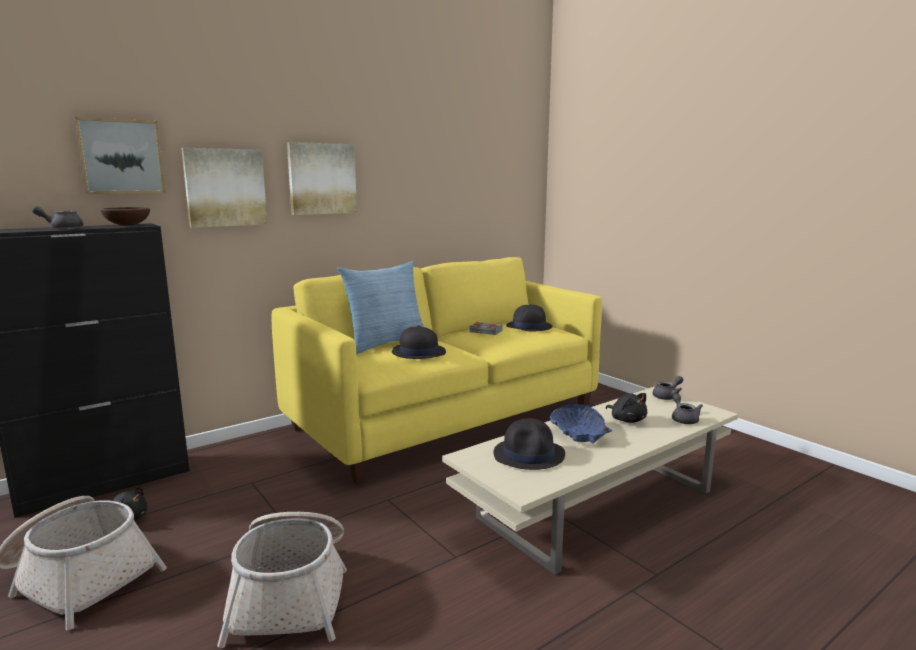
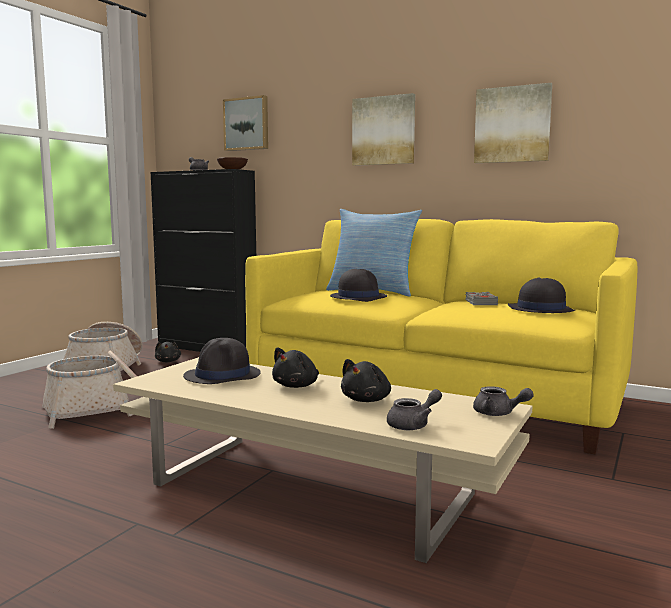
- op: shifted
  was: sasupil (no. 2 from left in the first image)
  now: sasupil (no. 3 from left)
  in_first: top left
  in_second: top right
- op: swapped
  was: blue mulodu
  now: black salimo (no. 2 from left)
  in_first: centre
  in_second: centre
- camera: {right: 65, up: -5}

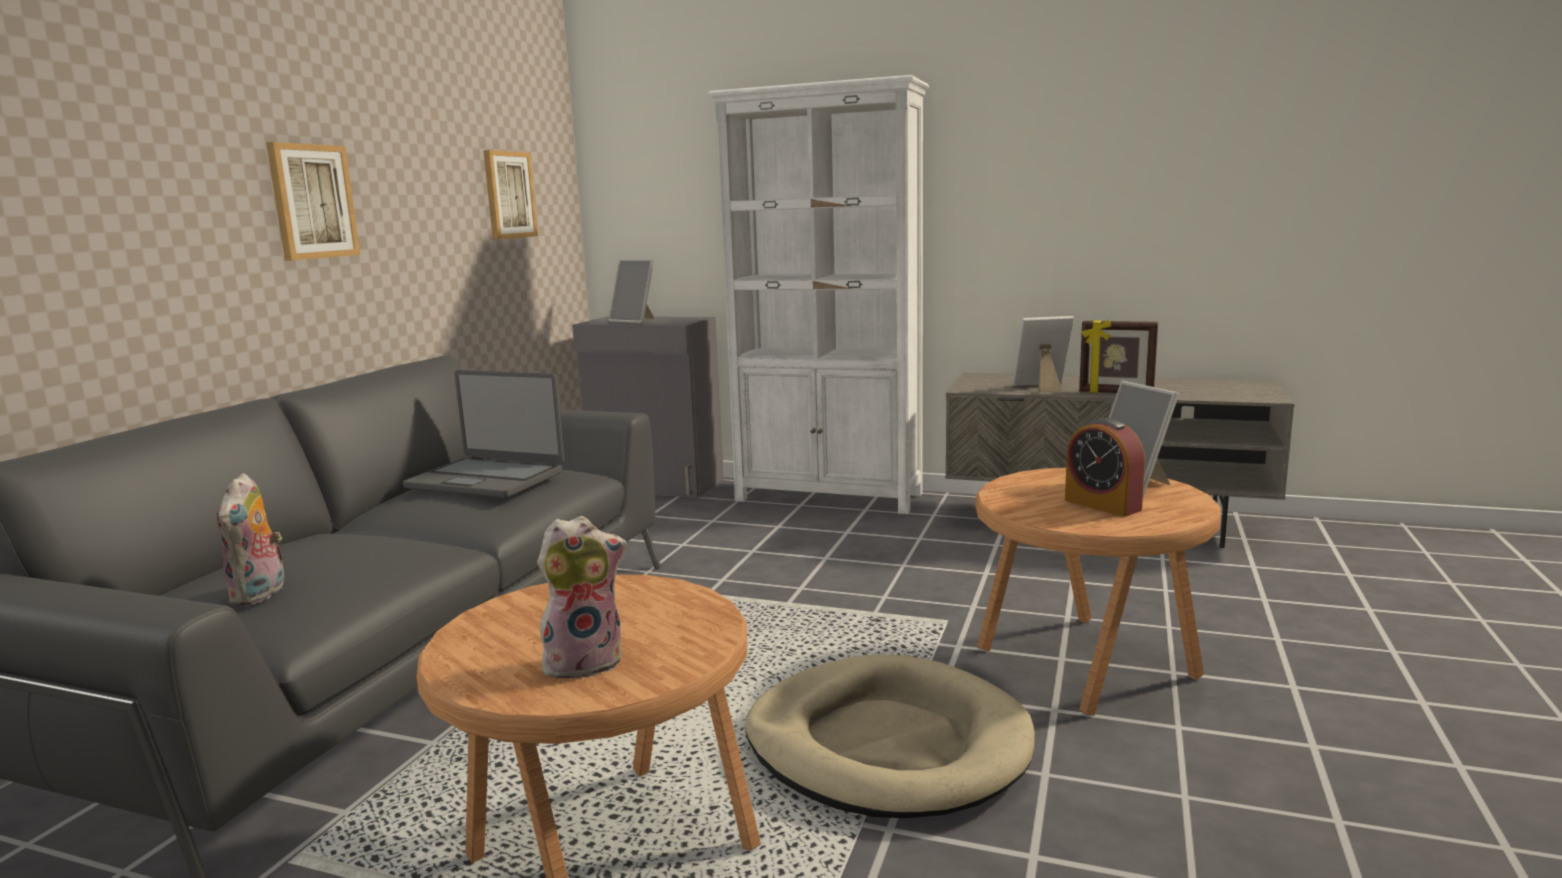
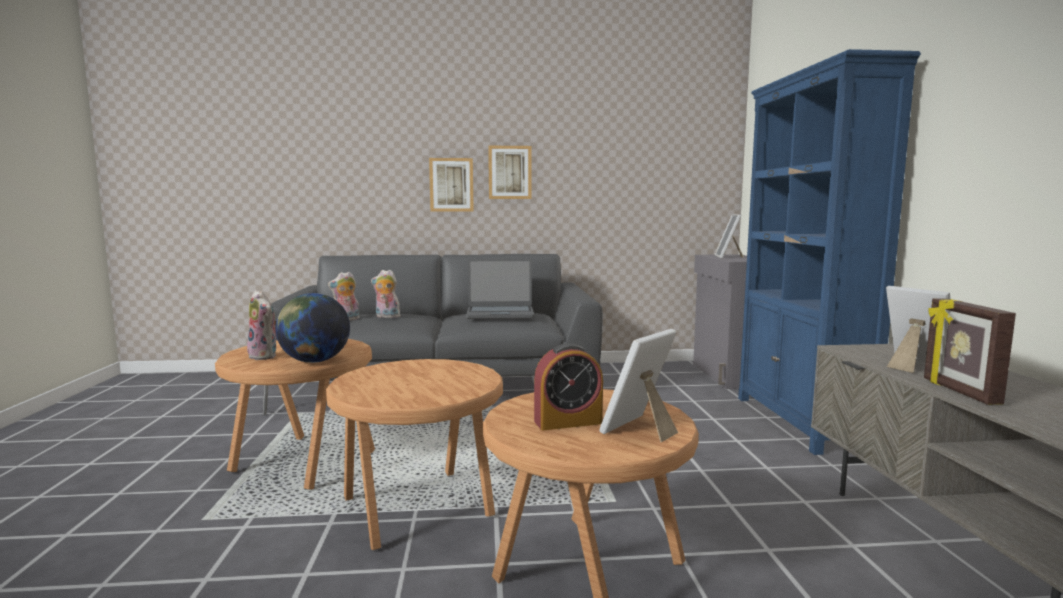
- op: rotated
  was: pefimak
  in_first: middle left
  in_second: centre
  clockwise: -90
- op: shifted
  was: sasupil (no. 2 from left in the first image)
  now: sasupil (no. 1 from left)
  in_first: top left
  in_second: top centre
- op: repainted
  was: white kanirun
  now: blue kanirun
  in_first: centre
  in_second: middle right
- op: swapped
  was: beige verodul
  now: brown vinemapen (no. 2 from left)
  in_first: bottom centre
  in_second: bottom centre
- op: rotated
  was: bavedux
  in_first: middle right
  in_second: centre
  clockwise: -135
- op: new
  now: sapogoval
  in_second: middle left
- op: new
  now: salimo (no. 3 from left)
  in_second: centre
- camera: {right: 65, up: -5}

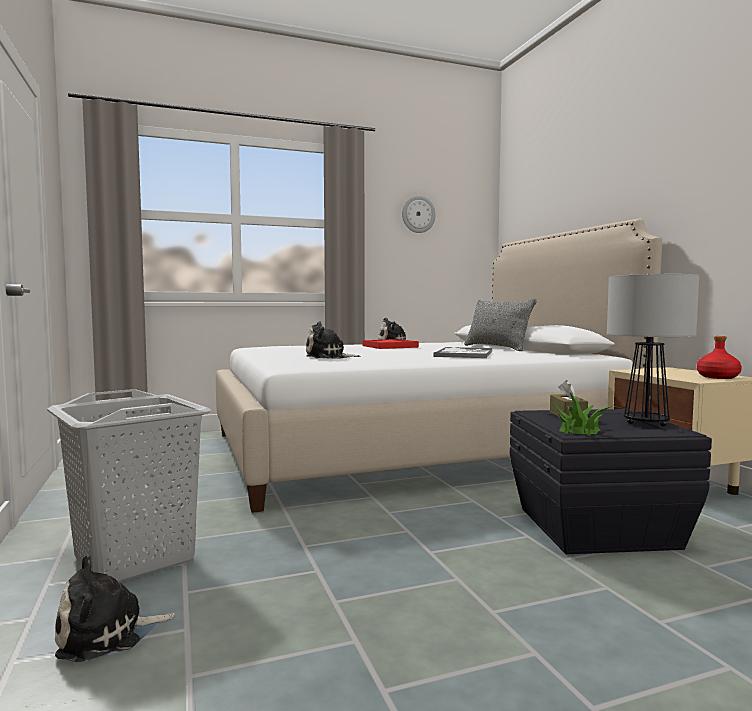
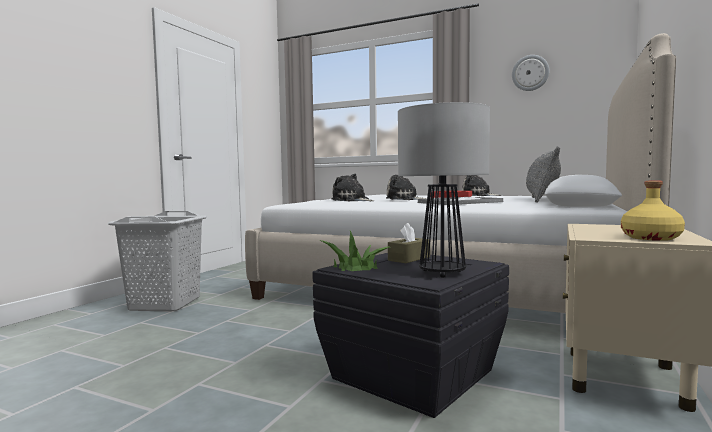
- op: shifted
  was: salimo (no. 1 from left in the first image)
  now: salimo (no. 2 from left)
  in_first: bottom left
  in_second: centre
- op: repainted
  was: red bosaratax
  now: yellow bosaratax
  in_first: middle right
  in_second: middle right
- camera: {right: 45, up: 0}

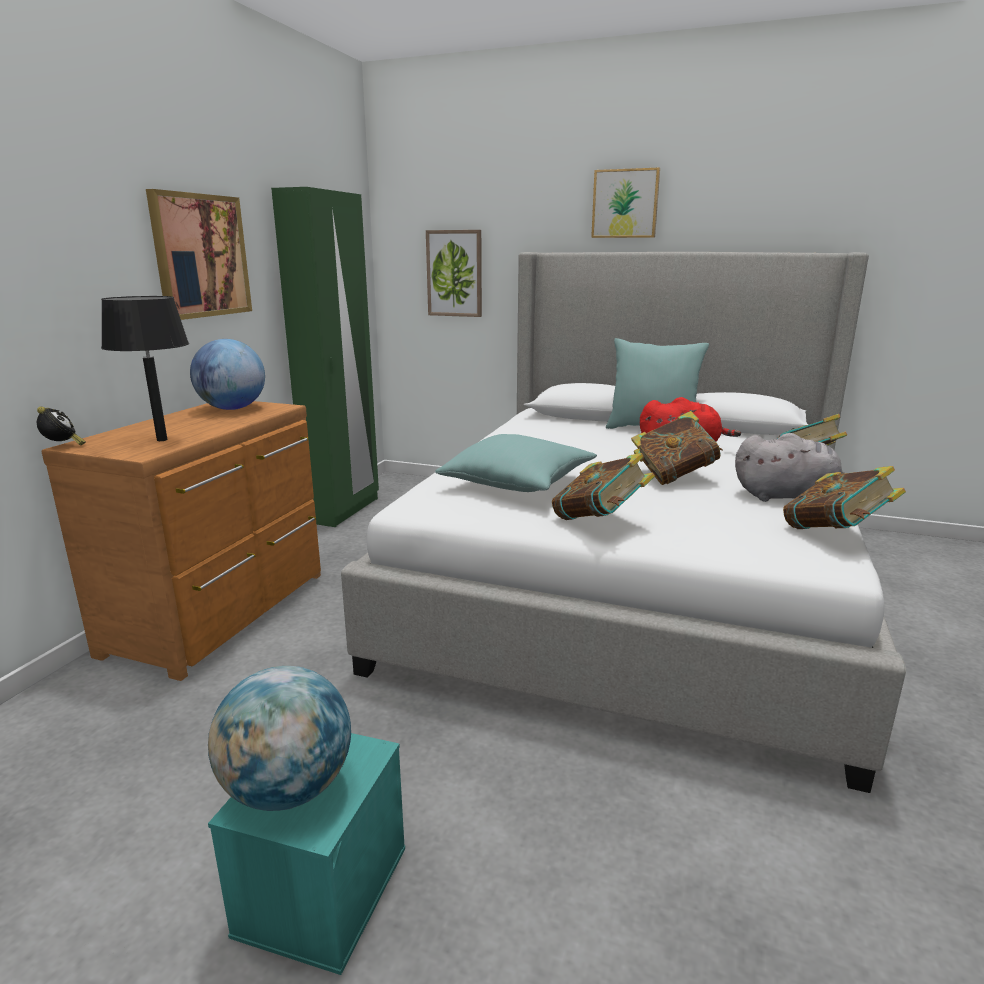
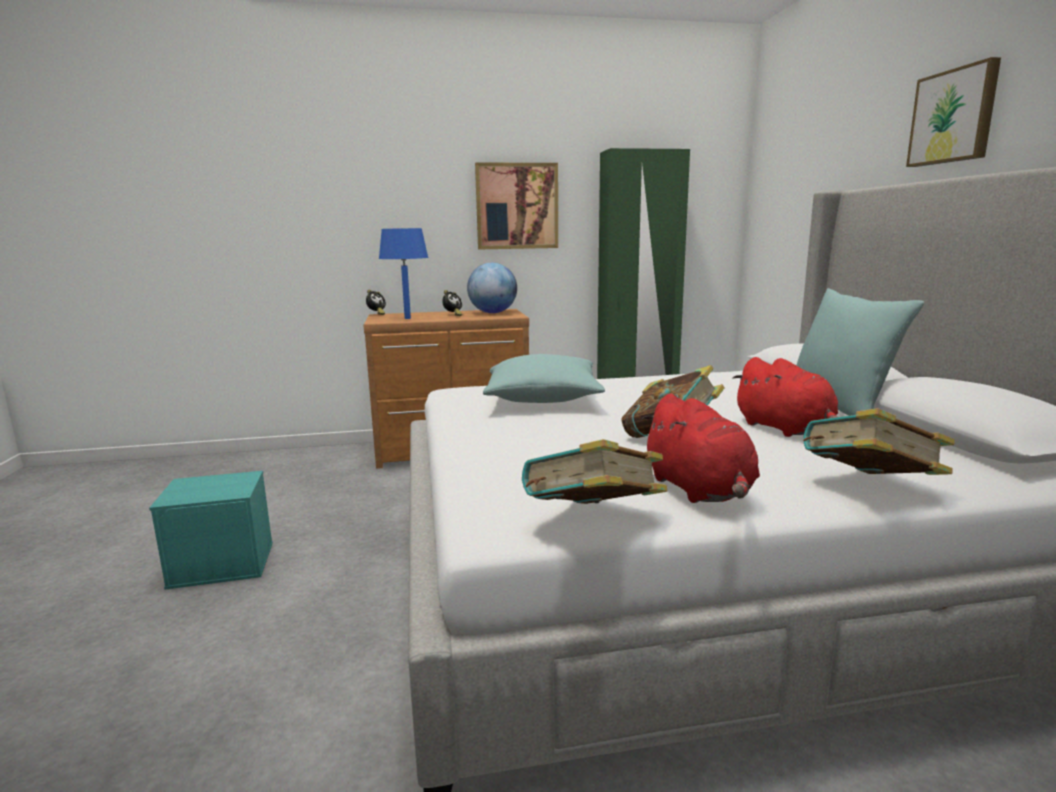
- op: repainted
  was: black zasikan
  now: blue zasikan
  in_first: middle left
  in_second: centre
- op: gone
  was: sapogoval (no. 2 from left)
  in_first: bottom left
- op: gone
  was: sasupil (no. 2 from left)
  in_first: top centre
- op: gone
  was: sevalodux (no. 1 from left)
  in_first: centre
- op: repainted
  was: grey salimo
  now: red salimo (no. 1 from left)
  in_first: middle right
  in_second: centre
- op: new
  now: bavedux (no. 2 from left)
  in_second: centre
- camera: {right: 60, up: -5}

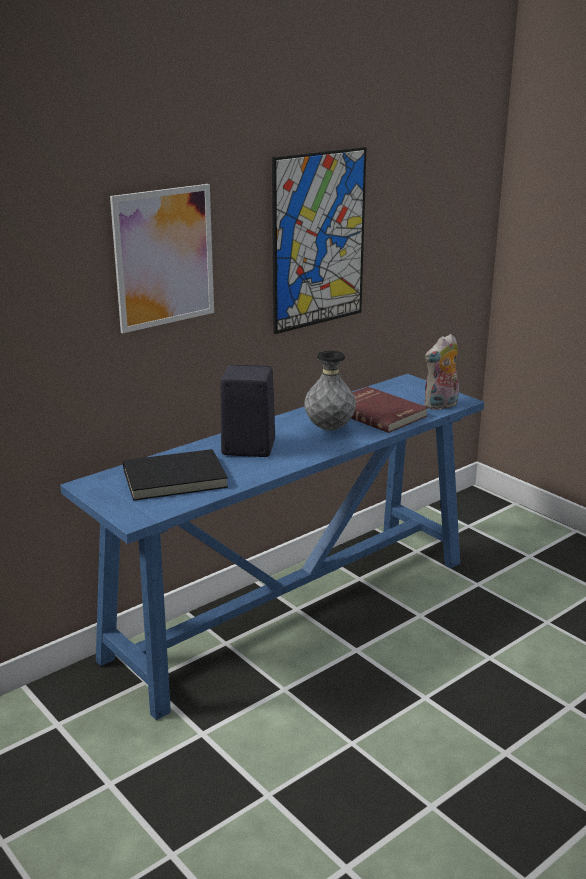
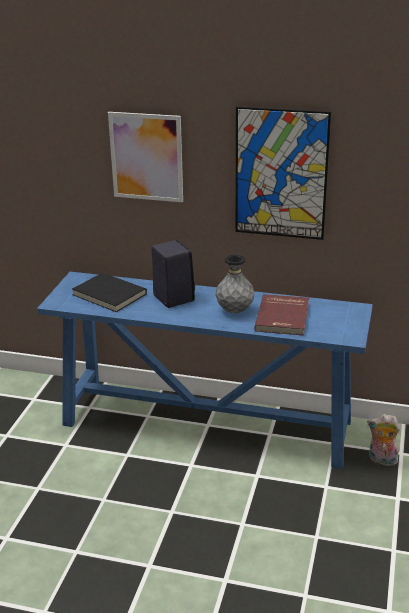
- op: shifted
  was: salimo
  in_first: middle right
  in_second: bottom right
- camera: {right: 55, up: 5}

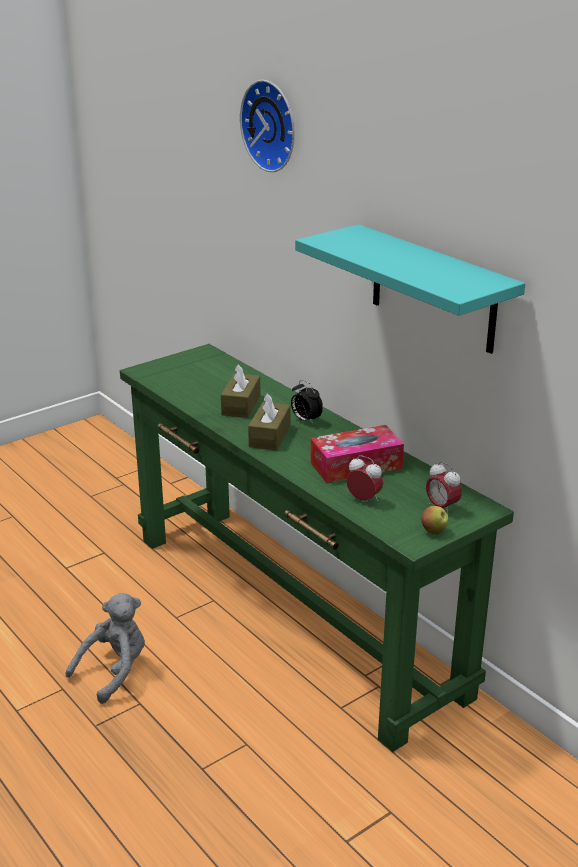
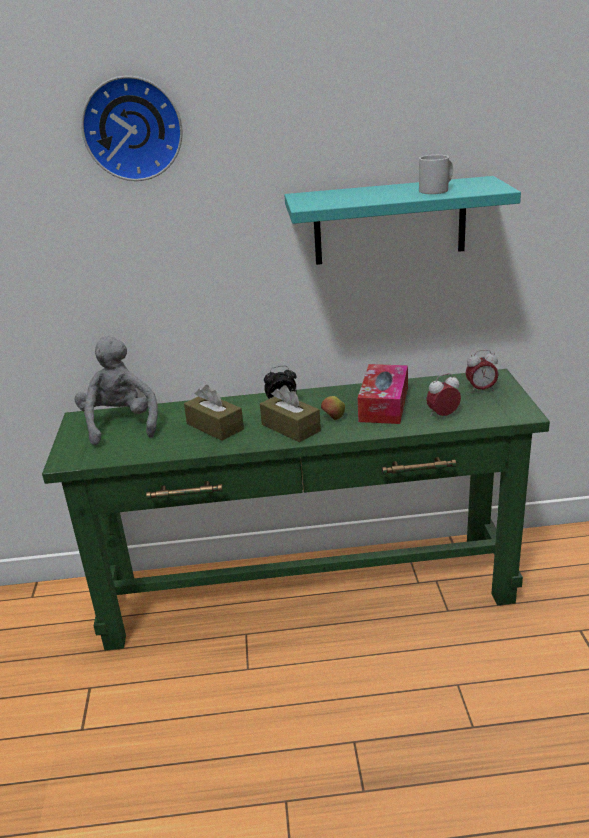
- op: shifted
  was: grey salimo
  in_first: bottom left
  in_second: middle left
- op: shifted
  was: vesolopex
  in_first: middle right
  in_second: centre
- op: new
  now: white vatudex
  in_second: top right
- camera: {right: -55, up: 0}

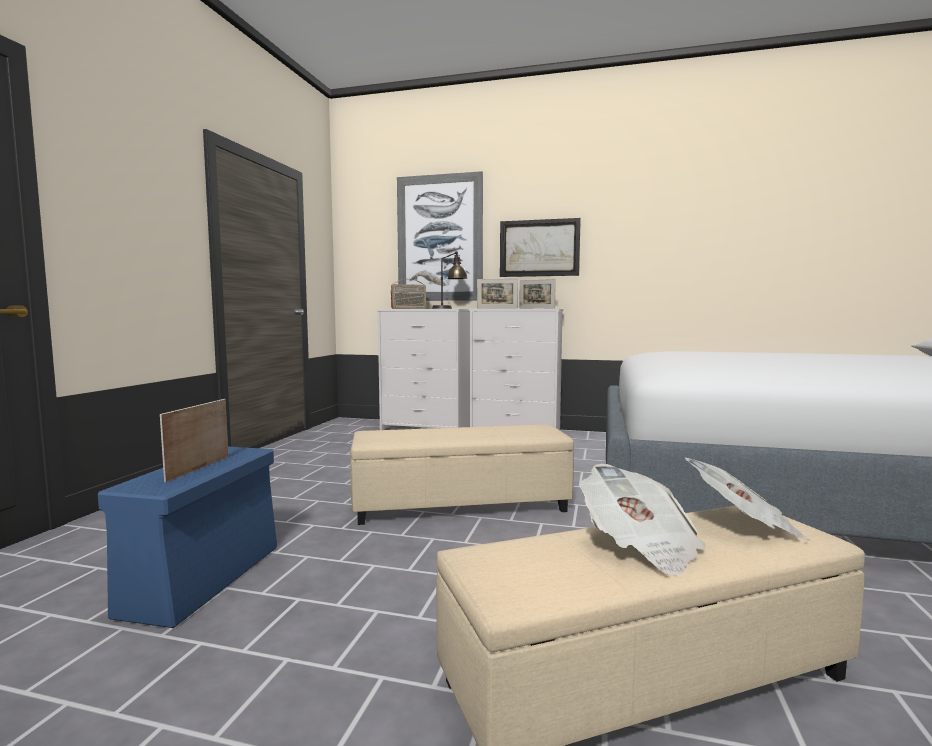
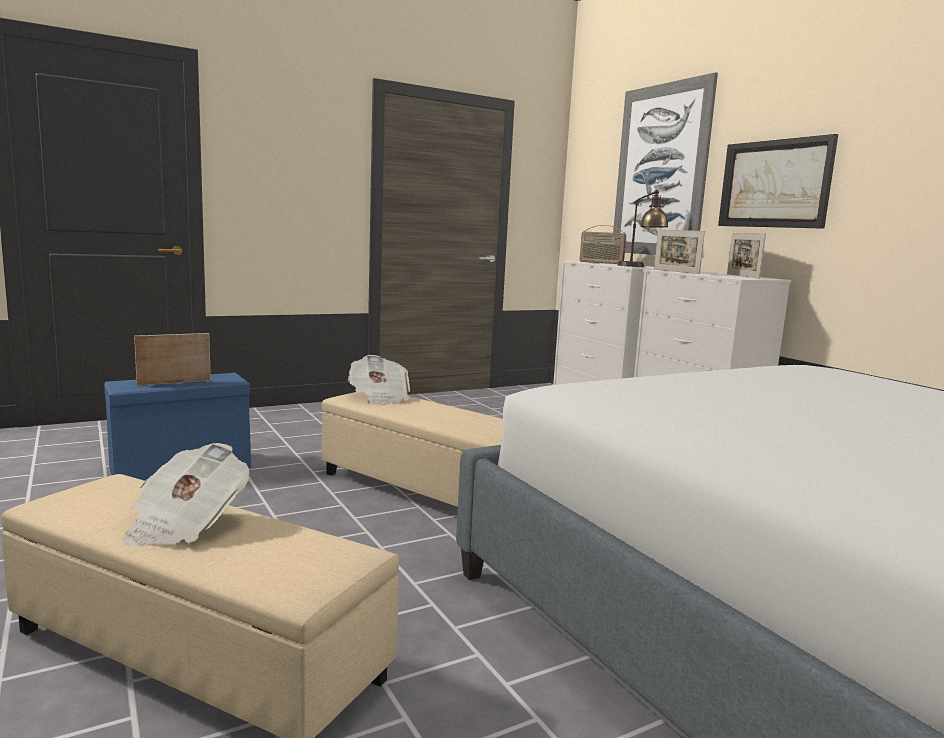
- op: shifted
  was: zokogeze (no. 2 from left)
  in_first: bottom right
  in_second: centre
- camera: {right: 45, up: 5}

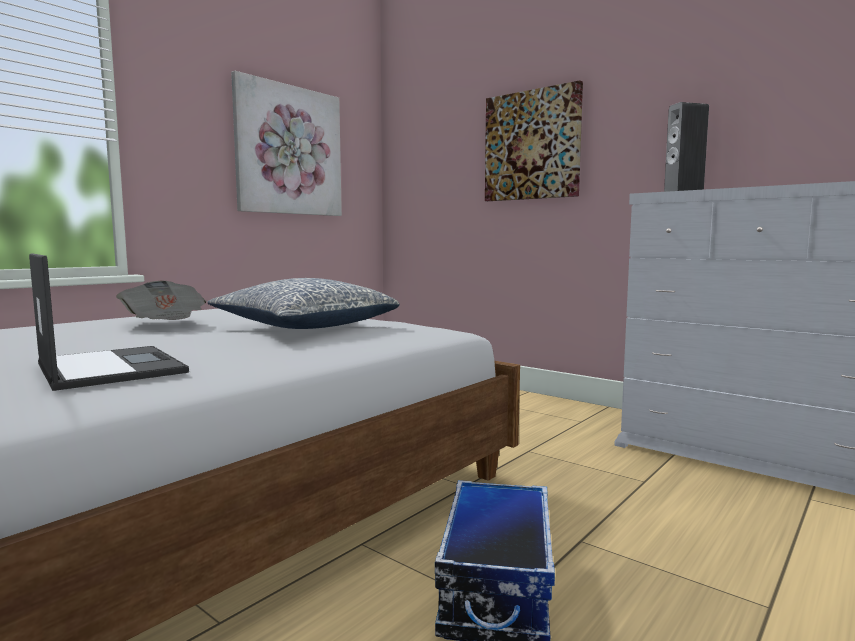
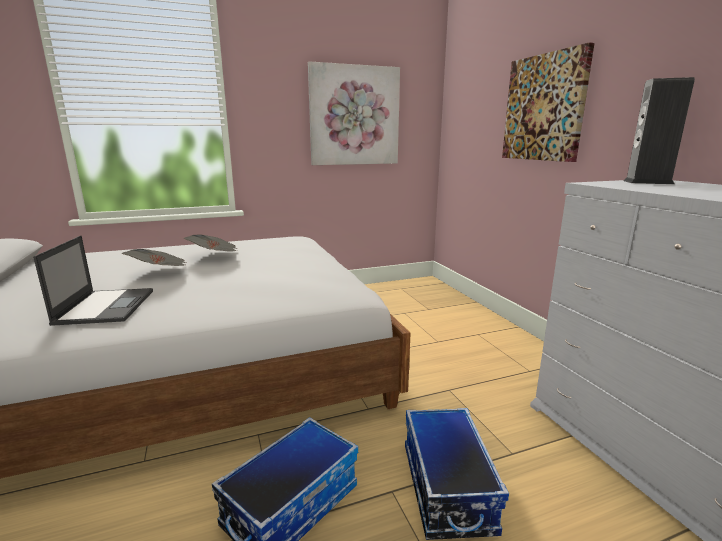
- op: gone
  was: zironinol
  in_first: centre
- op: new
  now: zokogeze (no. 1 from left)
  in_second: middle left
- op: new
  now: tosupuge (no. 2 from left)
  in_second: bottom centre
- camera: {right: 30, up: 10}

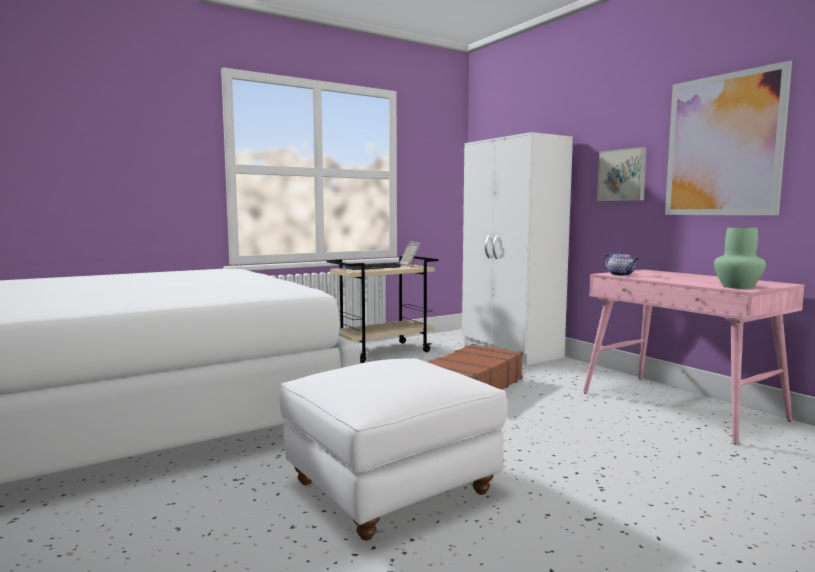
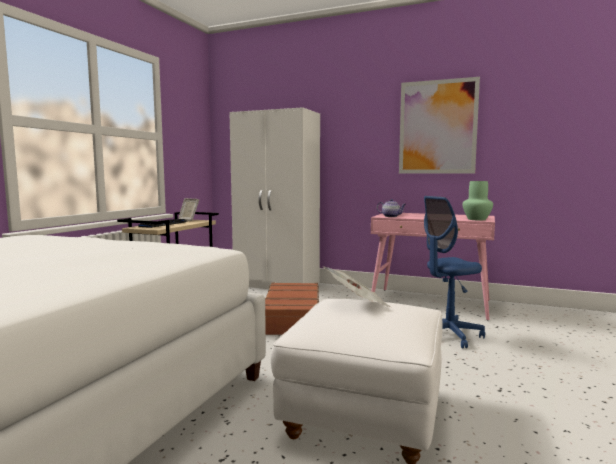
- op: gone
  was: sasupil (no. 1 from left)
  in_first: top right
- op: new
  now: zokogeze
  in_second: centre
- op: new
  now: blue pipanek
  in_second: middle right
- camera: {right: -35, up: 0}

